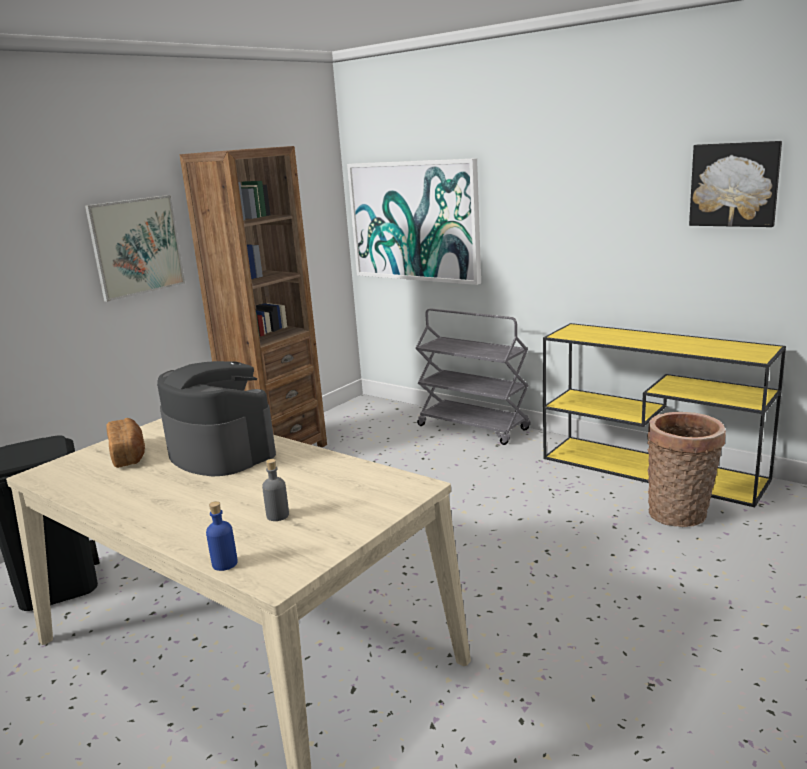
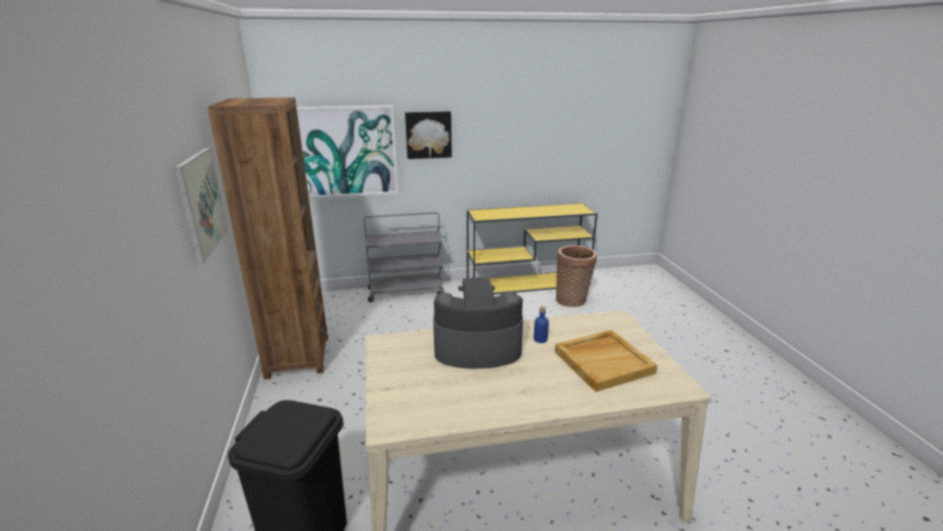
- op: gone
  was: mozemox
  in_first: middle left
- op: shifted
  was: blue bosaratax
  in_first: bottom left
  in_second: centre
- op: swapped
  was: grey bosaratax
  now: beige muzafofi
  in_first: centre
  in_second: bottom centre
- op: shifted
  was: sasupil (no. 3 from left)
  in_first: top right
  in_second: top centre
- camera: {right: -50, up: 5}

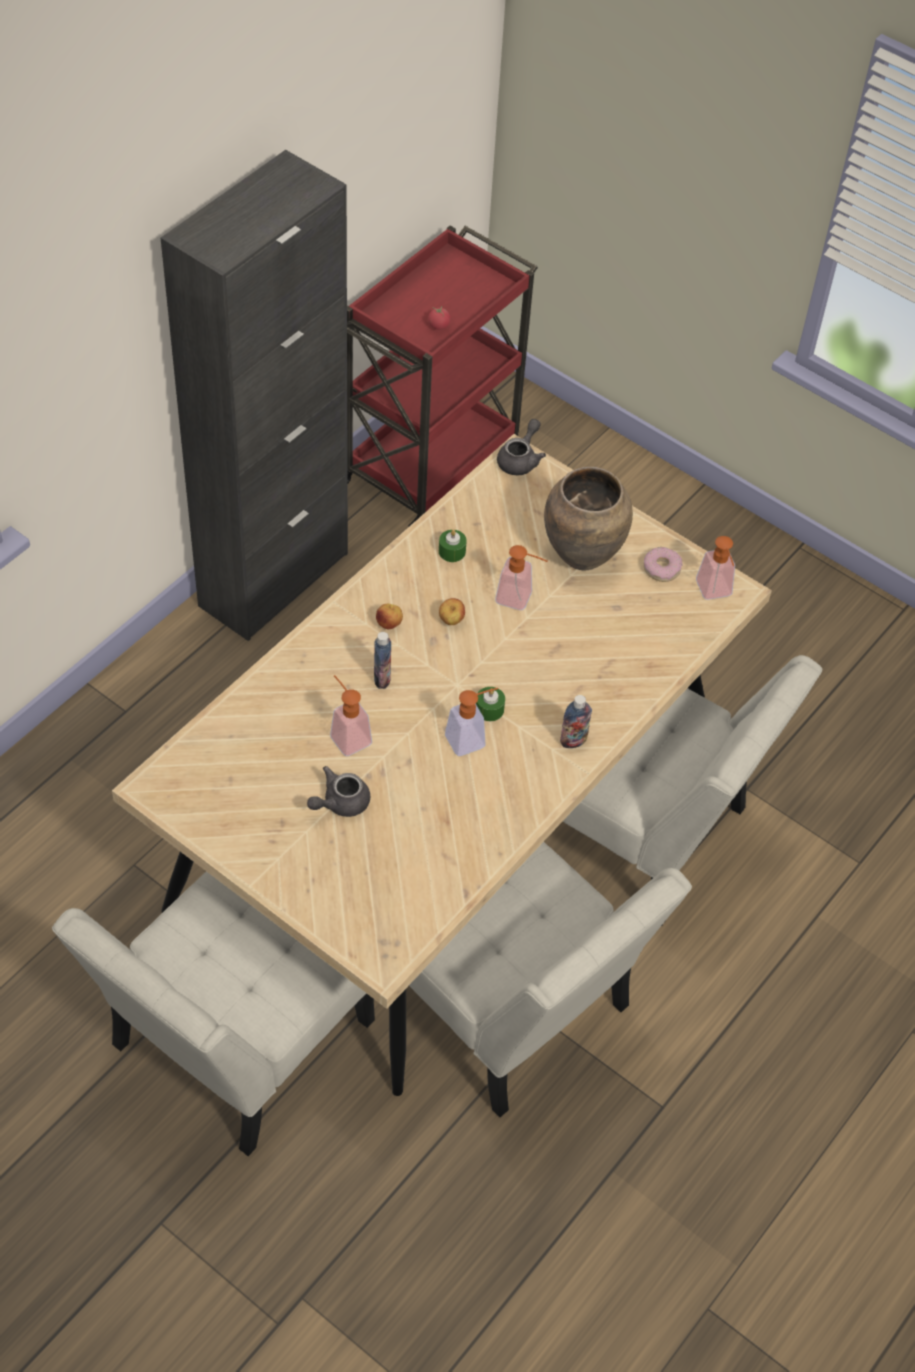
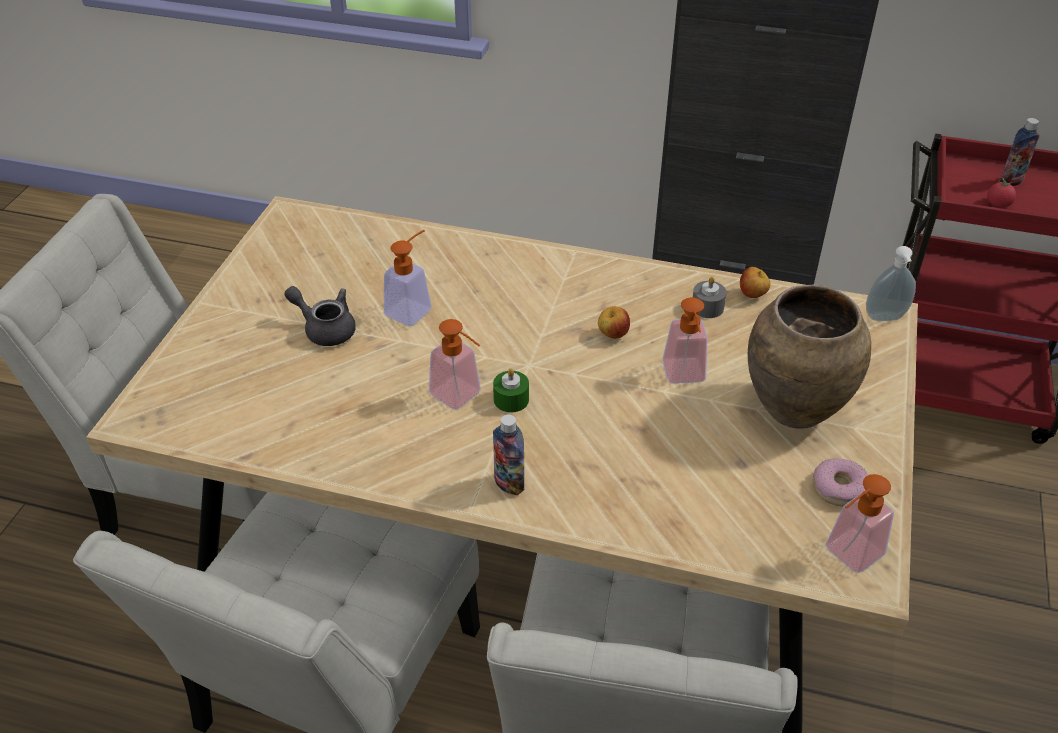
- op: shifted
  was: bosaratax (no. 1 from left in the first image)
  now: bosaratax (no. 2 from left)
  in_first: centre
  in_second: top right
- op: shifted
  was: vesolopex (no. 1 from left in the first image)
  now: vesolopex (no. 2 from left)
  in_first: centre
  in_second: middle right
- op: repainted
  was: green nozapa (no. 1 from left)
  now: grey nozapa
  in_first: centre
  in_second: middle right
- op: swapped
  was: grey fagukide (no. 2 from left)
  now: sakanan (no. 5 from left)
  in_first: top centre
  in_second: middle right
- camera: {right: 70, up: -10}

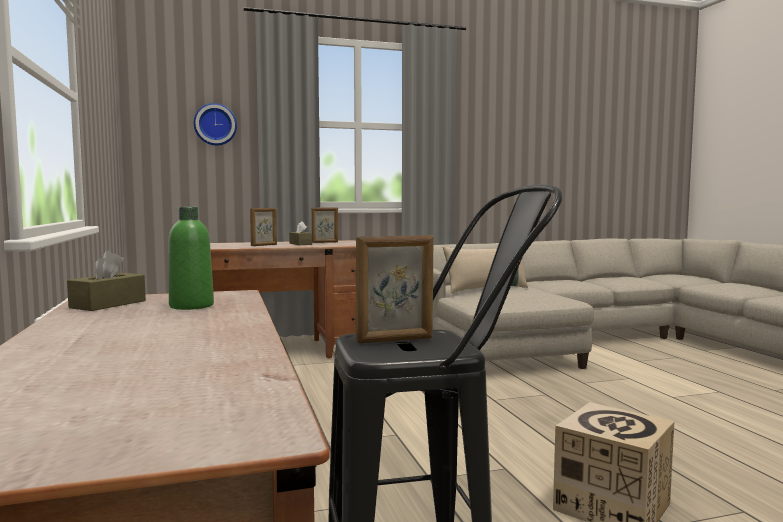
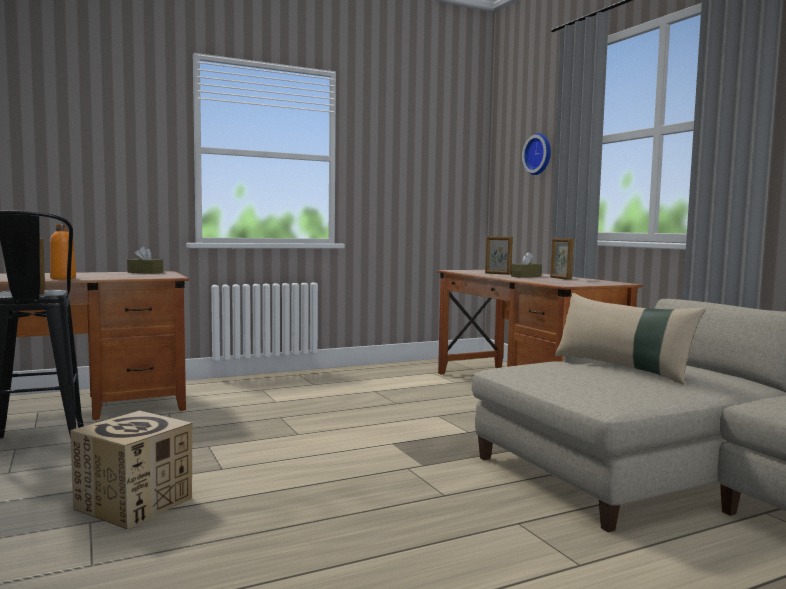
- op: gone
  was: green bosaratax
  in_first: middle left
- op: new
  now: orange bosaratax
  in_second: middle left
- camera: {right: 80, up: 0}

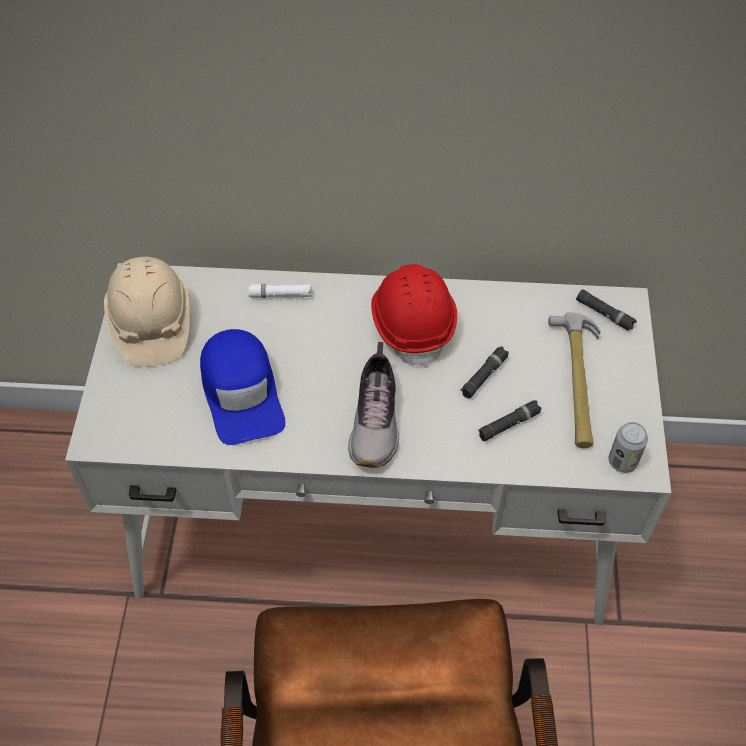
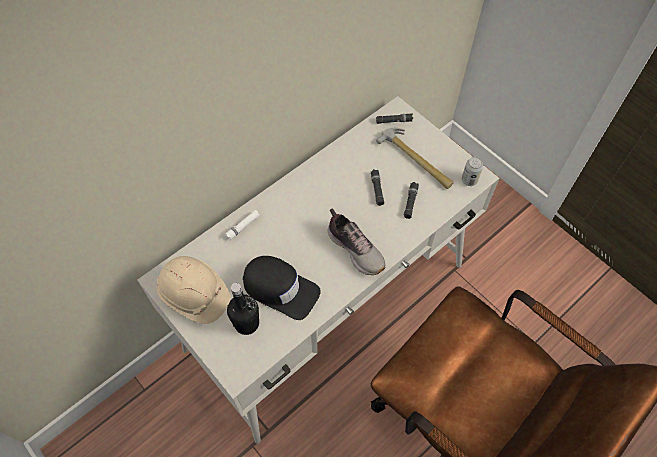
- op: repainted
  was: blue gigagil
  now: black gigagil
  in_first: middle left
  in_second: centre
- op: gone
  was: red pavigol
  in_first: centre
- op: new
  now: black bosaratax
  in_second: bottom centre
- camera: {right: -45, up: 5}

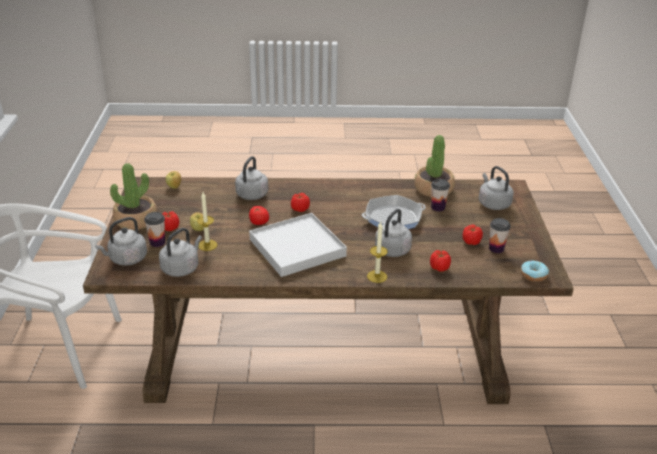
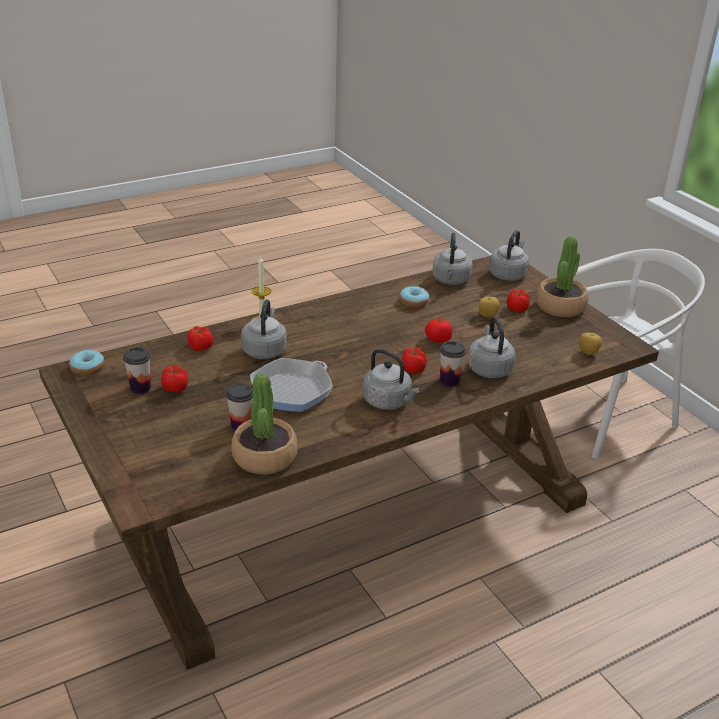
- op: shifted
  was: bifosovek (no. 1 from left in the first image)
  now: bifosovek (no. 3 from left)
  in_first: middle left
  in_second: centre
- op: gone
  was: nozapa (no. 1 from left)
  in_first: middle left
- op: gone
  was: white muzafofi
  in_first: centre
- op: shifted
  was: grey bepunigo (no. 5 from left in the first image)
  now: grey bepunigo (no. 2 from left)
  in_first: middle right
  in_second: centre
- op: new
  now: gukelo (no. 2 from left)
  in_second: centre
- camera: {right: 150, up: 0}

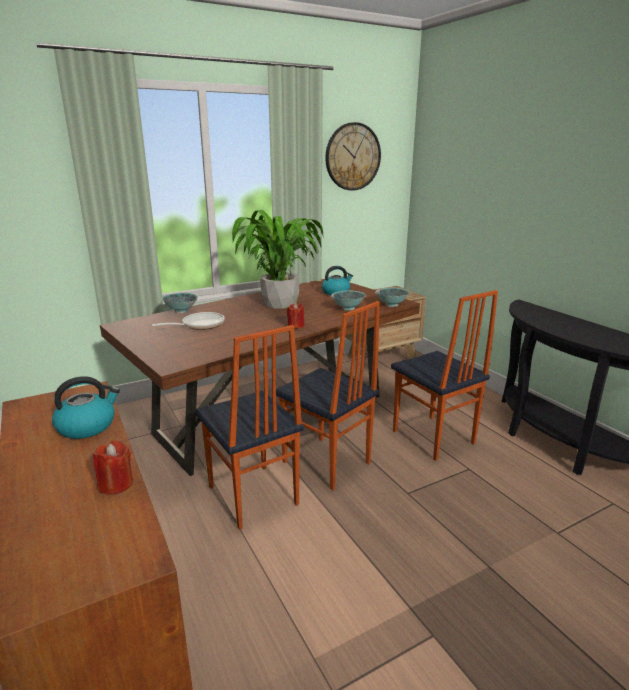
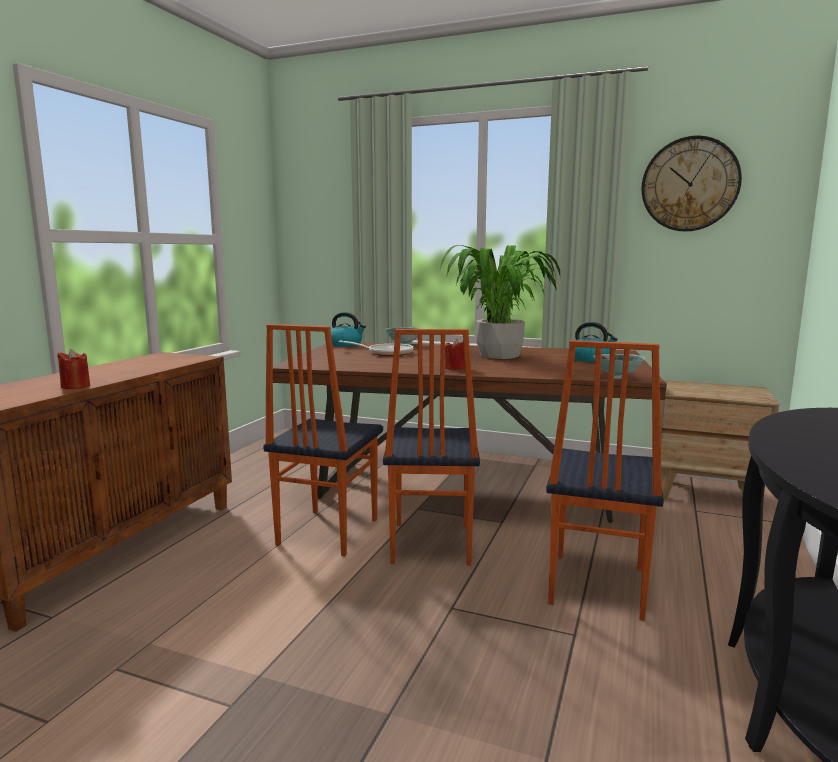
- op: shifted
  was: bepunigo (no. 1 from left)
  in_first: middle left
  in_second: centre
- op: gone
  was: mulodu (no. 2 from left)
  in_first: centre
- camera: {right: 50, up: -10}

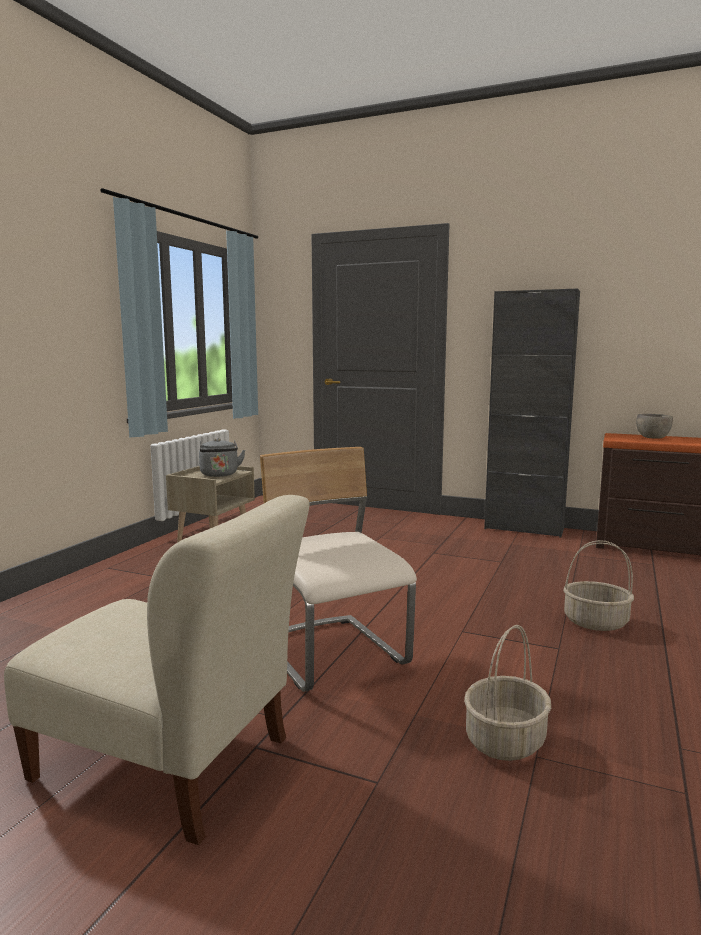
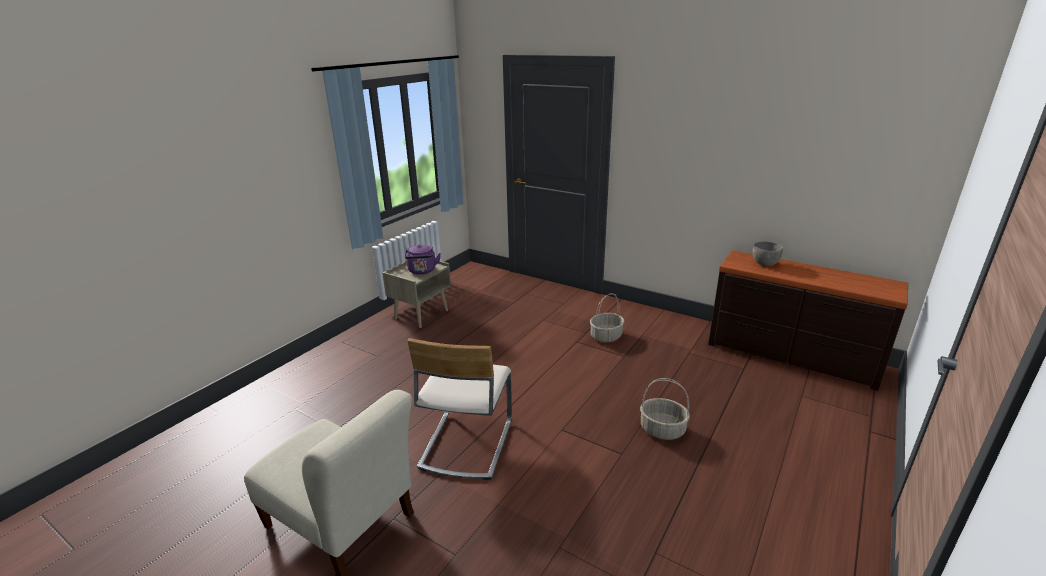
- op: repainted
  was: grey bepunigo
  now: purple bepunigo
  in_first: middle left
  in_second: centre
- op: rotated
  was: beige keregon (no. 2 from left)
  in_first: centre
  in_second: bottom centre
  clockwise: -150
- op: shifted
  was: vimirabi (no. 1 from left)
  in_first: bottom right
  in_second: centre
- op: gone
  was: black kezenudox
  in_first: middle right
- camera: {right: 10, up: 15}

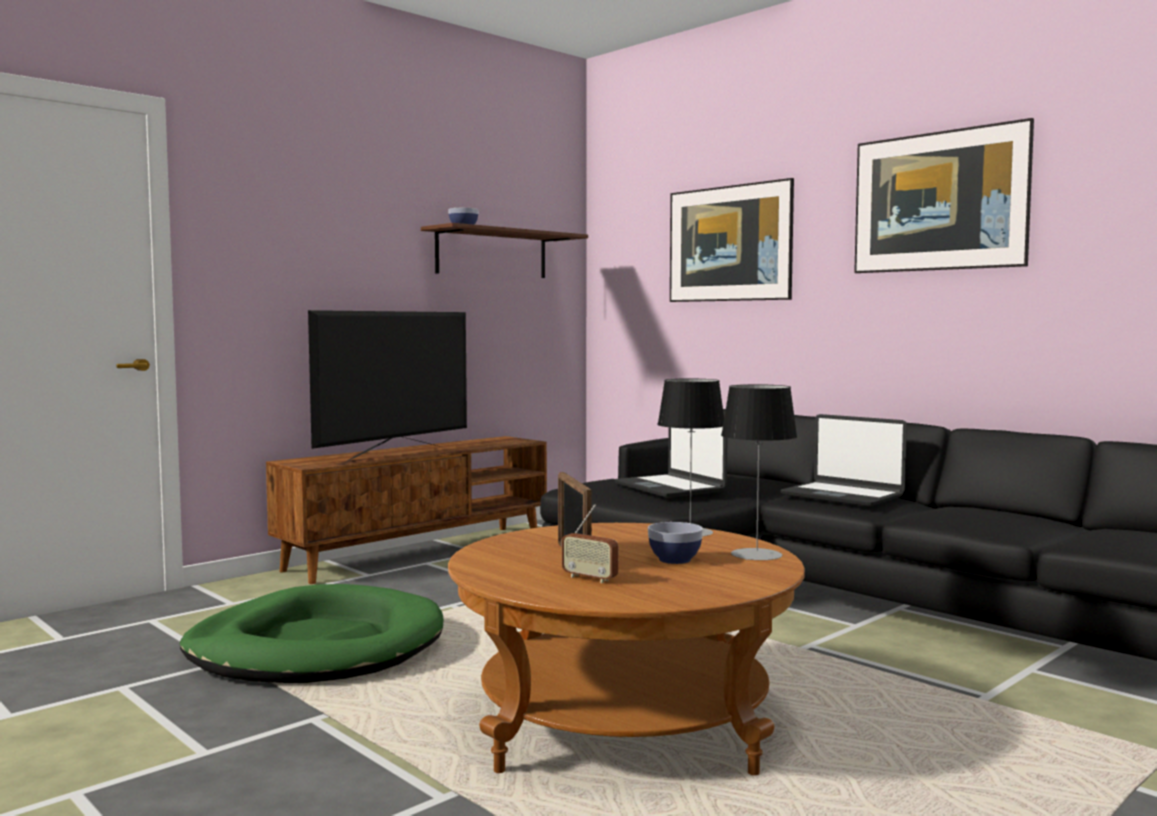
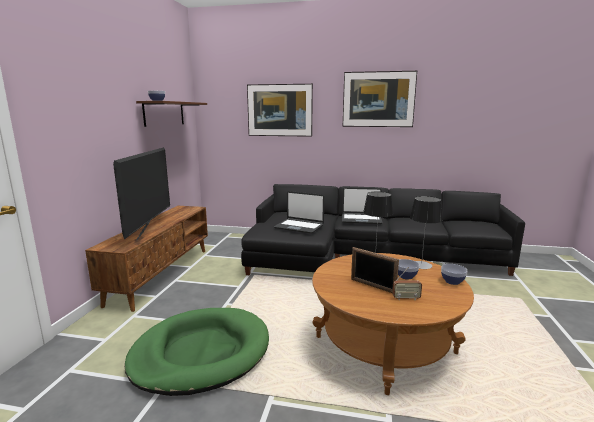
- op: new
  now: mulodu (no. 3 from left)
  in_second: middle right
- camera: {right: -35, up: 10}

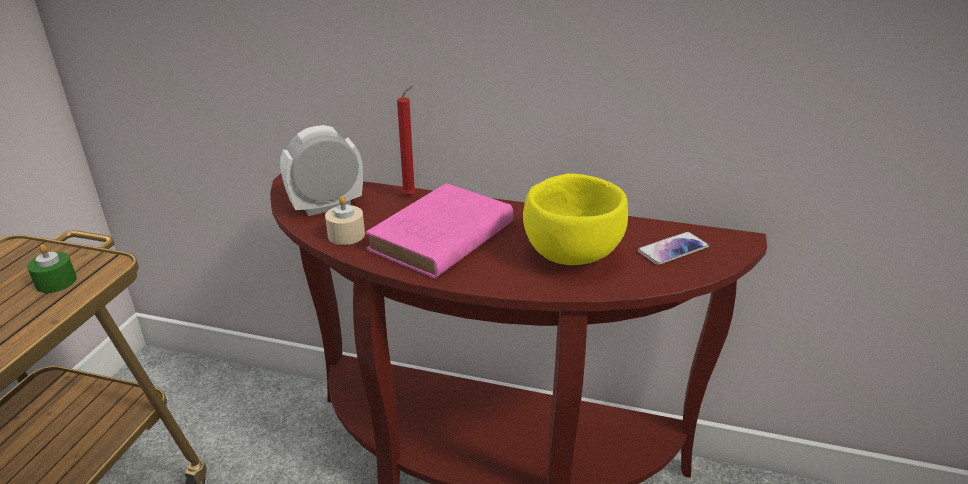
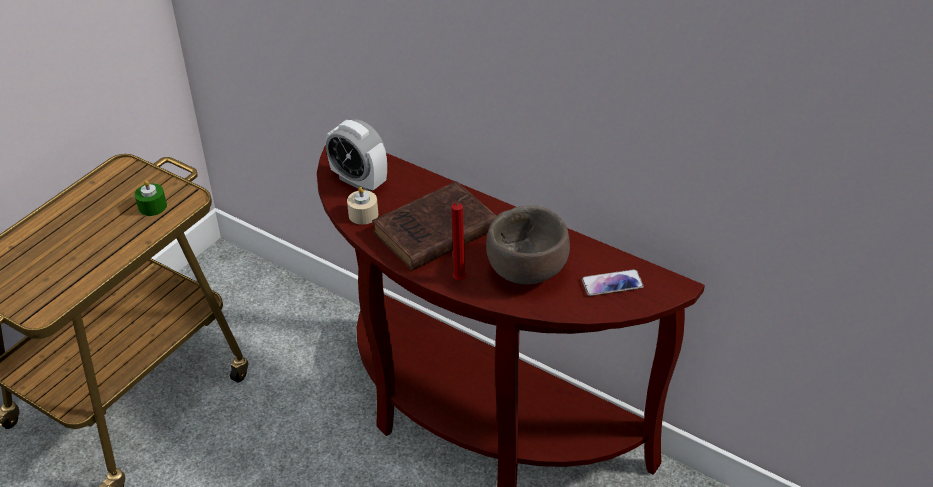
- op: rotated
  was: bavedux
  in_first: middle left
  in_second: top centre
  clockwise: -135
- op: repainted
  was: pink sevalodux
  now: brown sevalodux
  in_first: centre
  in_second: centre
- op: shifted
  was: red nozapa
  in_first: top centre
  in_second: centre
- op: repainted
  was: yellow mulodu
  now: brown mulodu
  in_first: centre
  in_second: centre
- camera: {right: 20, up: 10}

